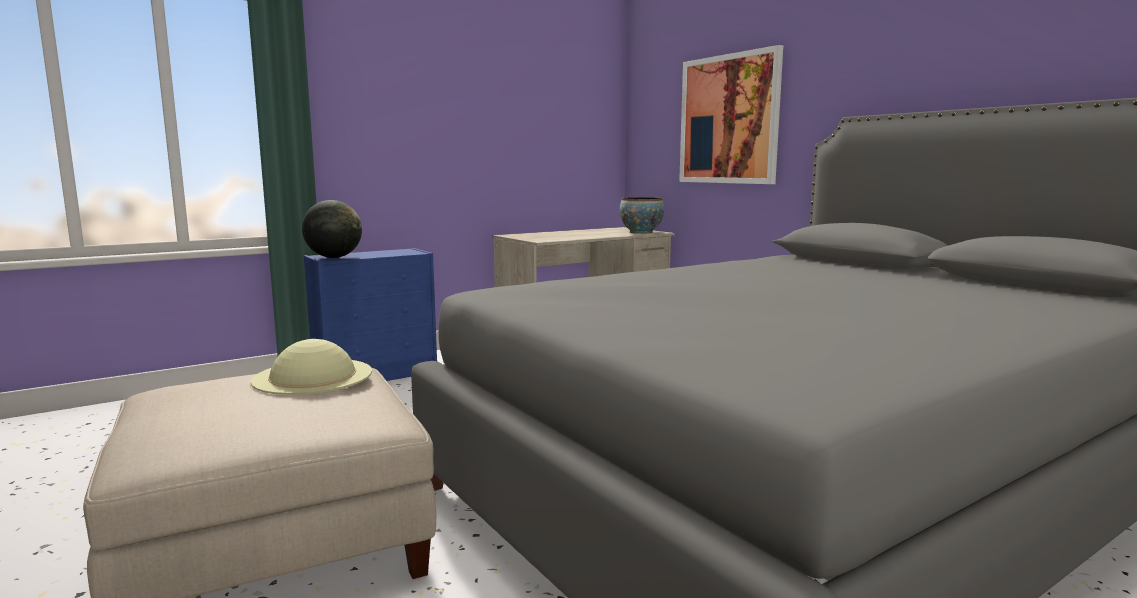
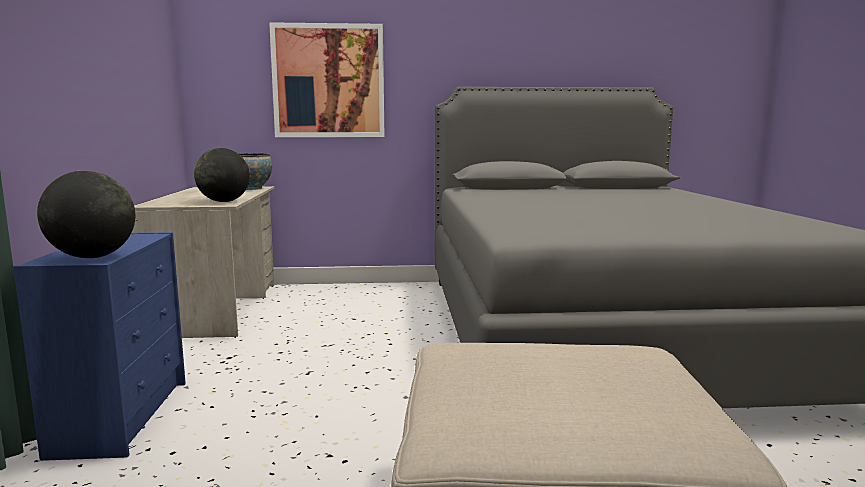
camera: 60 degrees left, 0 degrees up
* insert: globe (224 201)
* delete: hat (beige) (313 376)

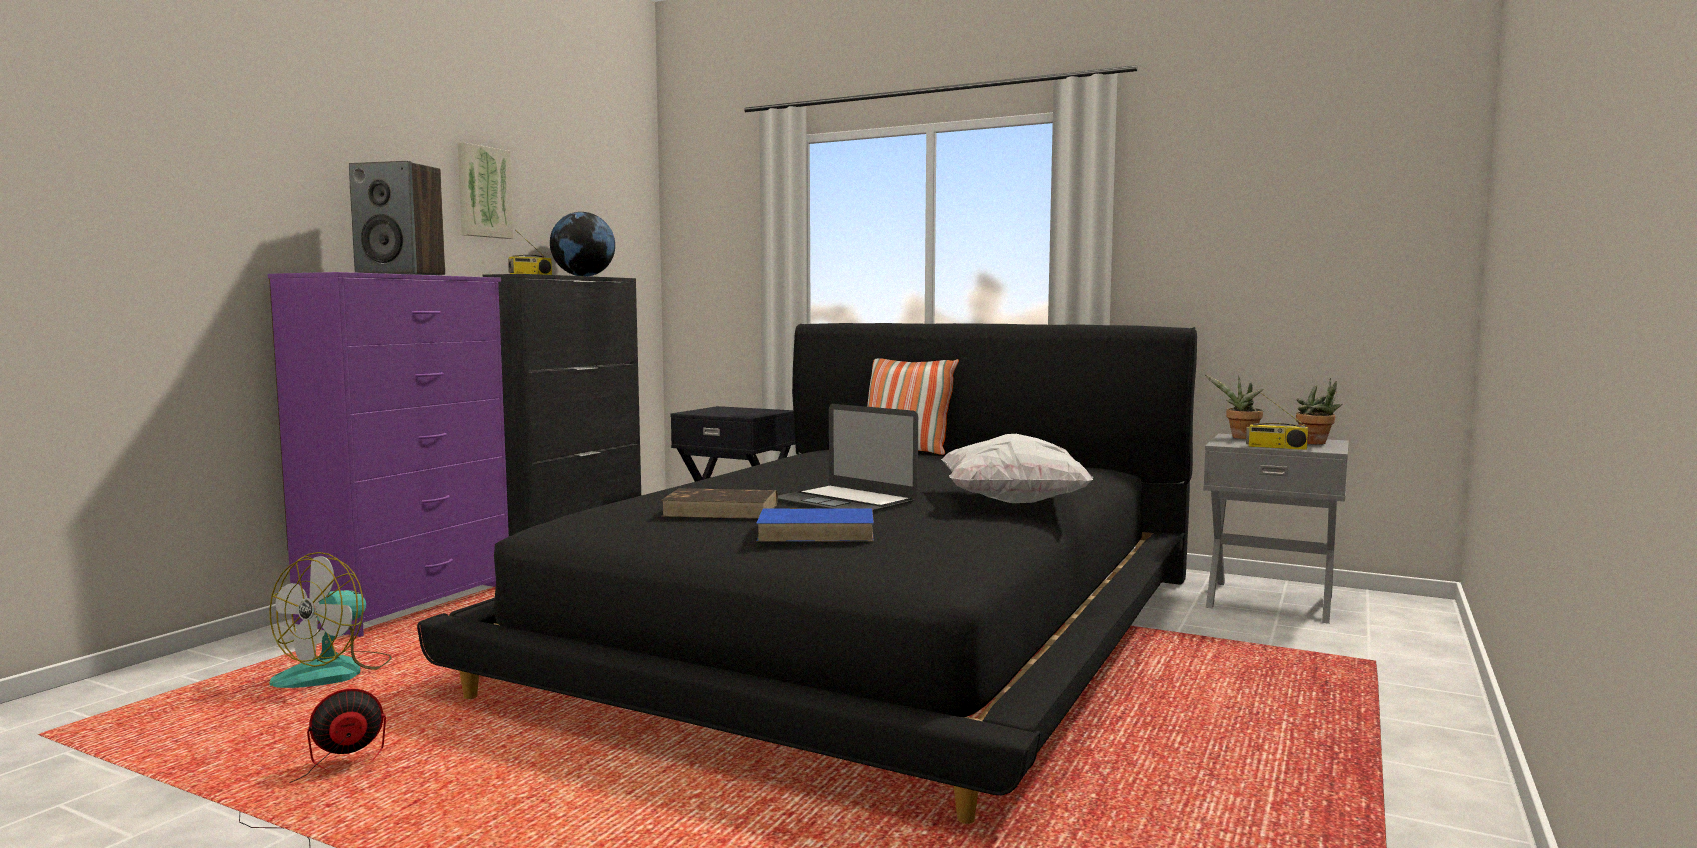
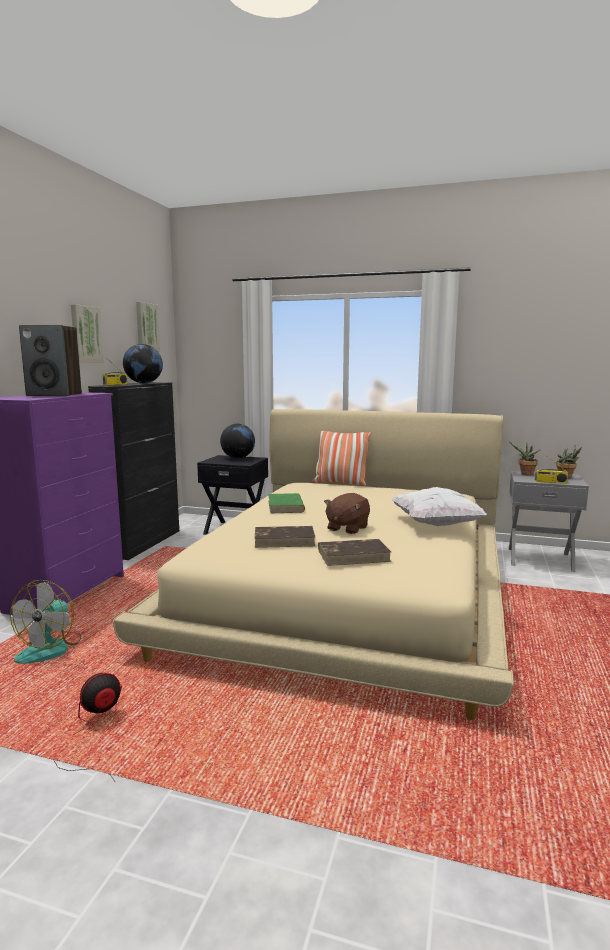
camera: 10 degrees left, 5 degrees up
* recolor: bed (black) (873 626) to bed (beige) (349 590)
* insert: picture (146 327)
* insert: globe (238 458)
* insert: book (green) (286 506)
* recolor: book (blue) (817 532) to book (brown) (354 555)
* replace: laptop (845 500) to plush toy (brown) (347 528)

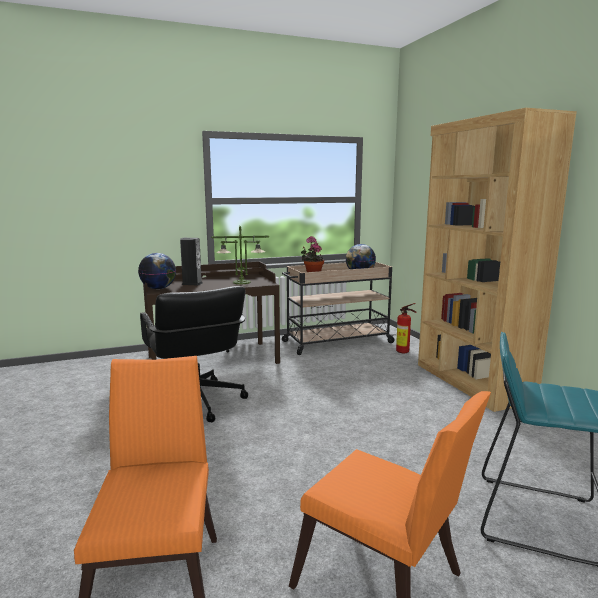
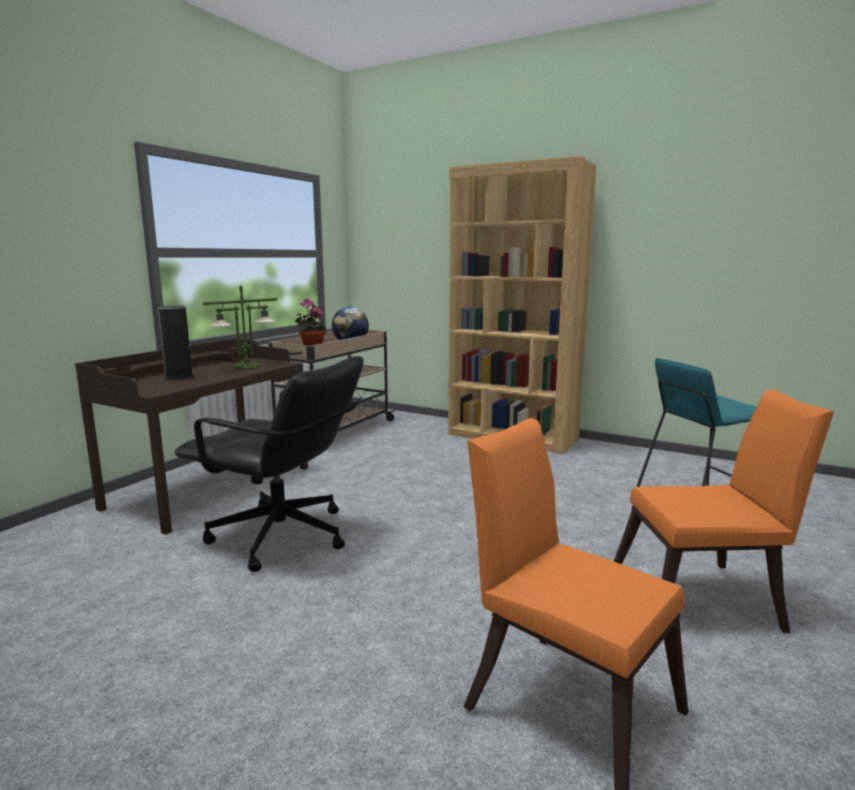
camera: 40 degrees left, 0 degrees up
* delete: globe (158 288)
* delete: fire extinguisher (404 352)

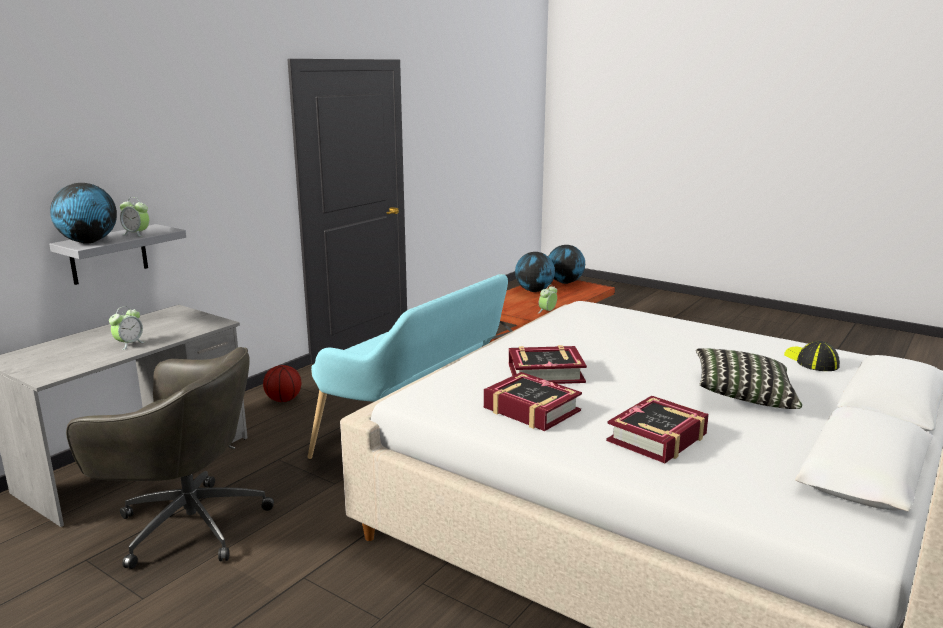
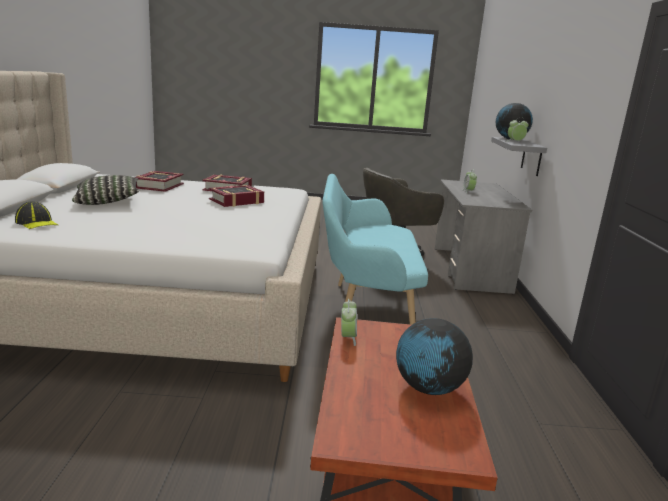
camera: 145 degrees right, 0 degrees up
* delete: basketball (283 400)
* delete: globe (565 282)

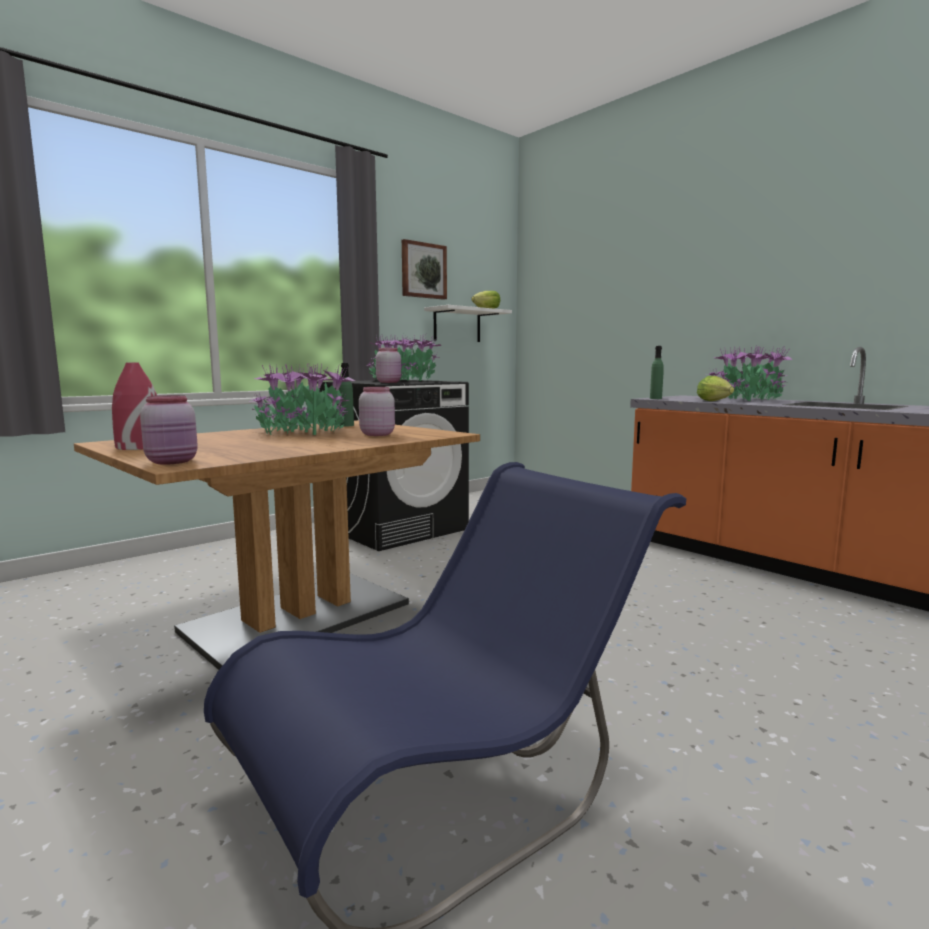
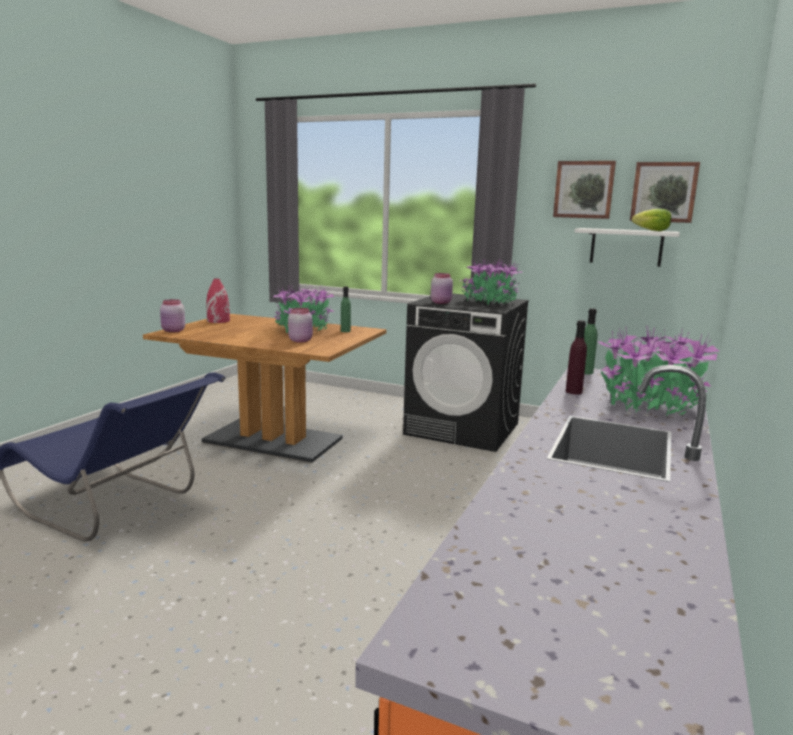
camera: 65 degrees right, 5 degrees up
* replace: lettuce (715 401) to bottle (purple) (573 392)
* insert: picture (664 192)

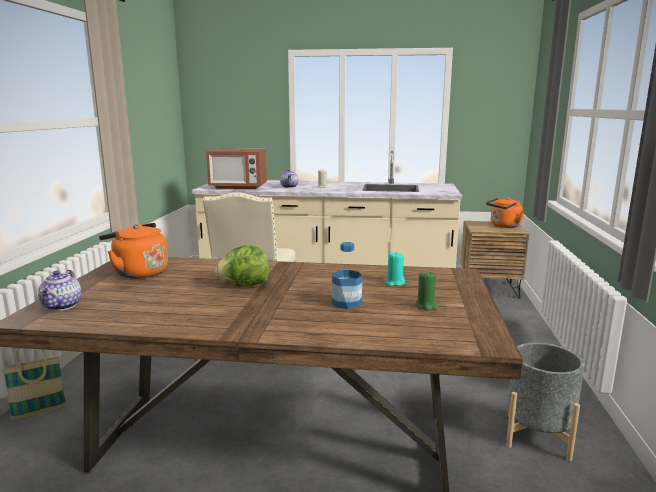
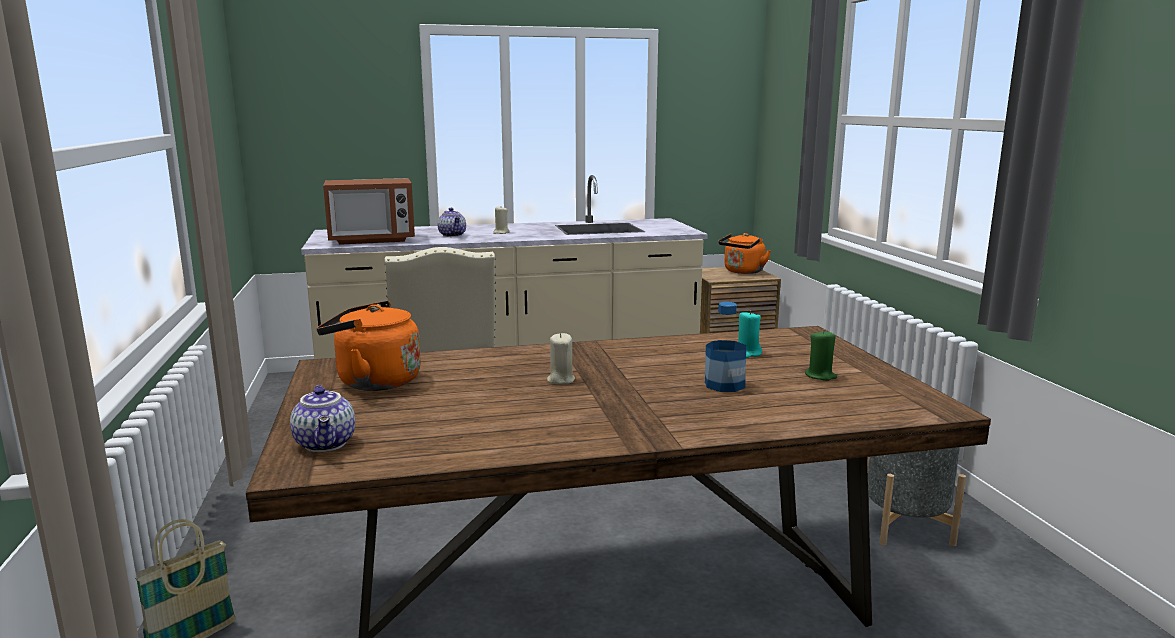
camera: 20 degrees left, 0 degrees up
* replace: lettuce (244 285) to candle (beige) (560 380)

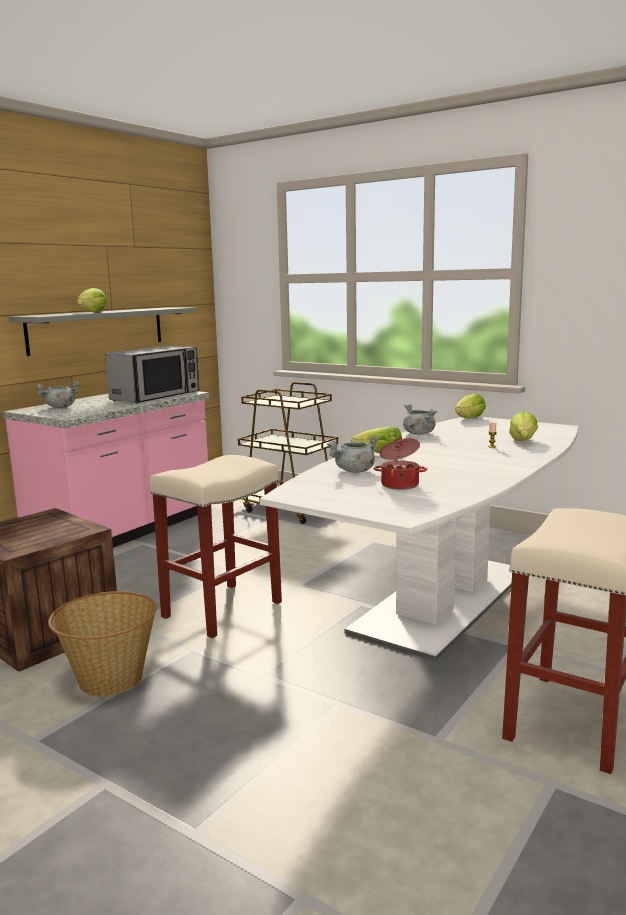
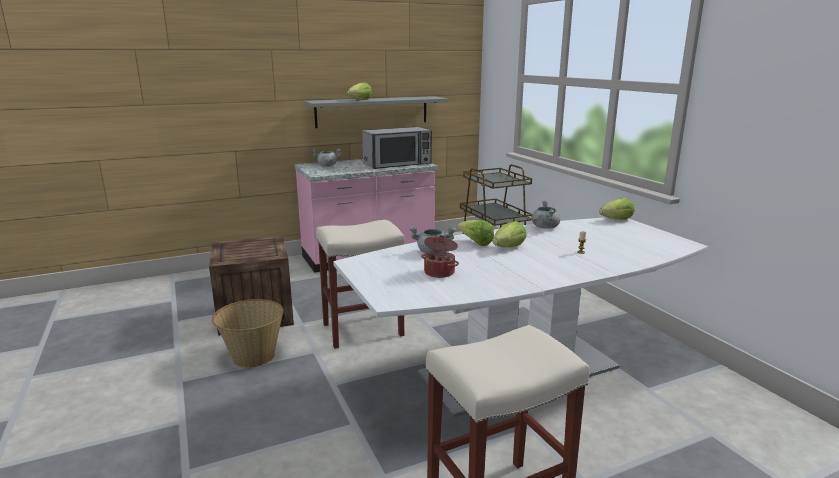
camera: 30 degrees right, 5 degrees up
* move: lettuce (523 441) to (509 248)

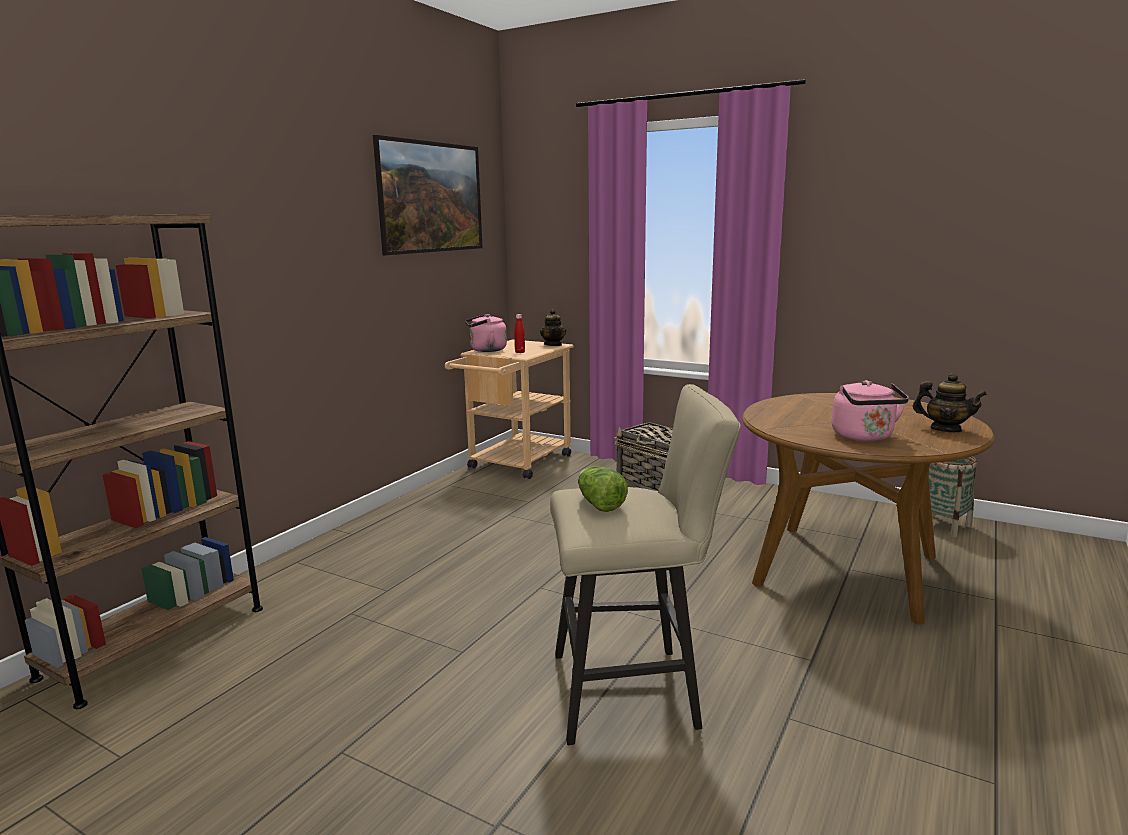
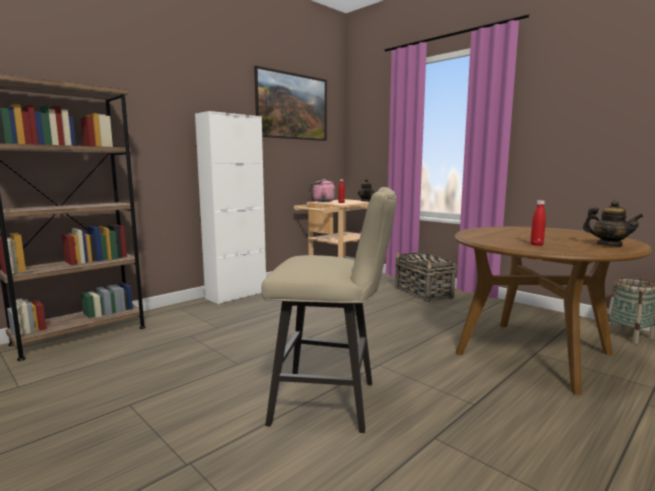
camera: 15 degrees right, 5 degrees down
* insert: cabinet (white) (236 295)
* replace: kettle (pink) (864 437) to bottle (red) (536 245)
* delete: lettuce (599 503)

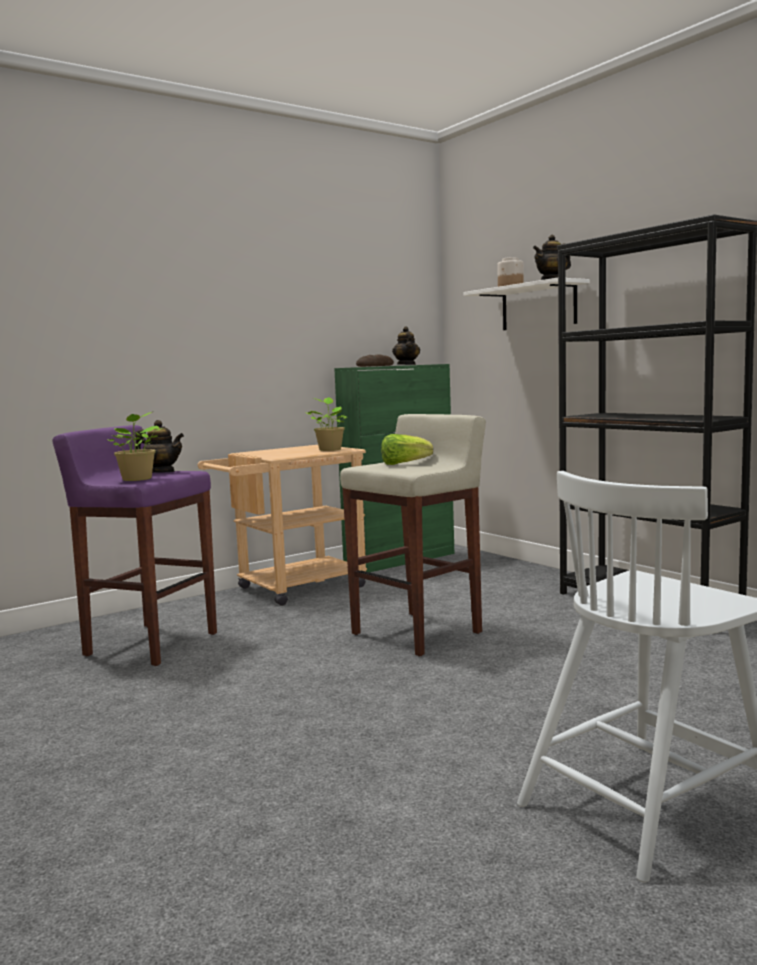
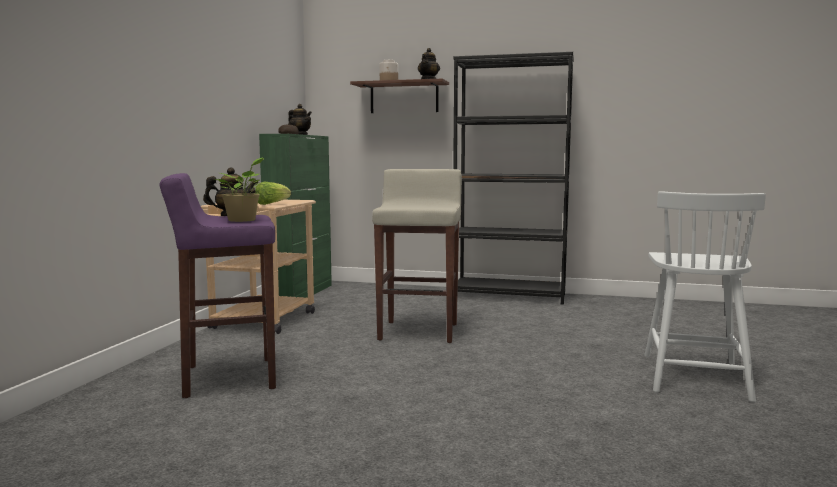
camera: 40 degrees left, 0 degrees up
* move: lettuce (404 464) to (271 204)
* recolor: shelf (white) (538 306) to shelf (brown) (404 98)
* delete: potted plant (330 449)

